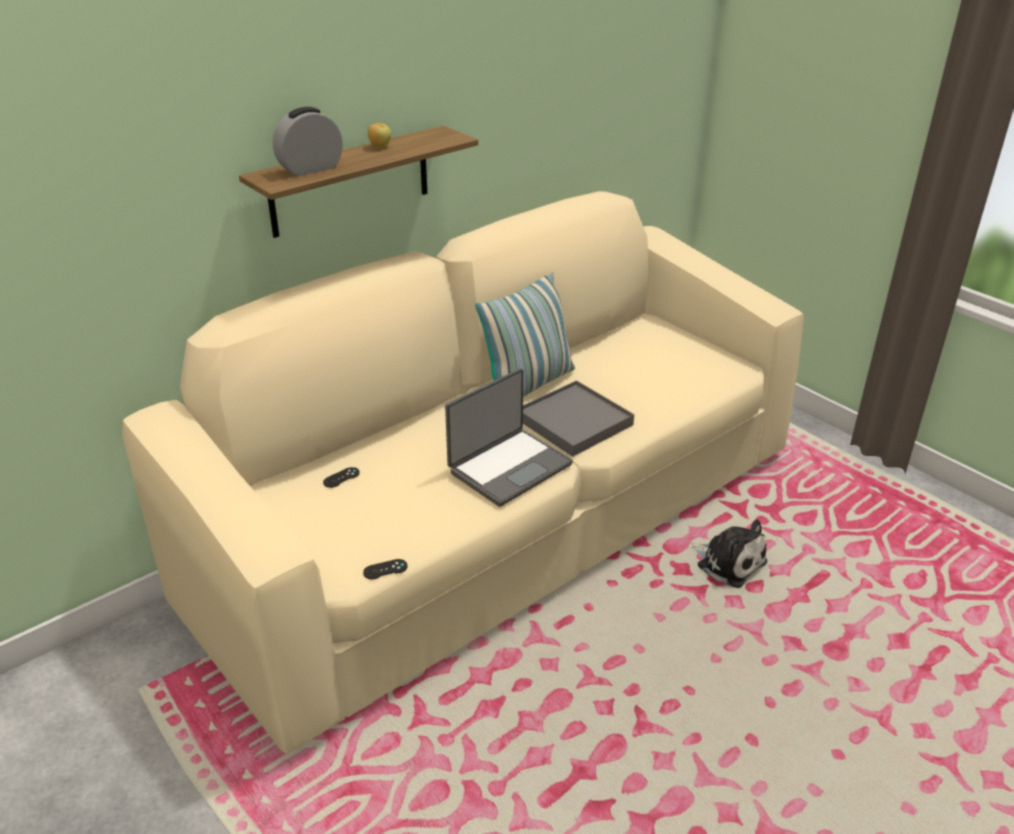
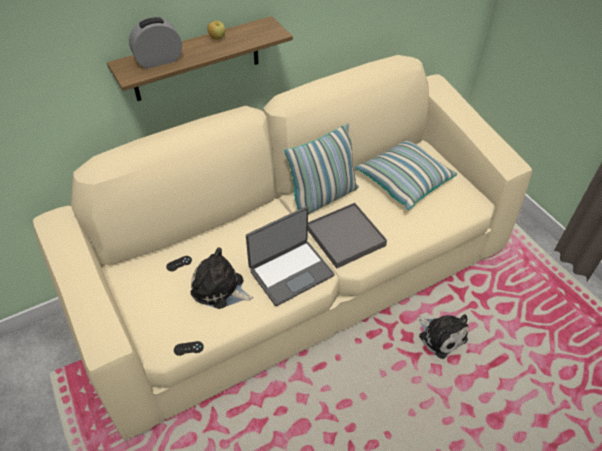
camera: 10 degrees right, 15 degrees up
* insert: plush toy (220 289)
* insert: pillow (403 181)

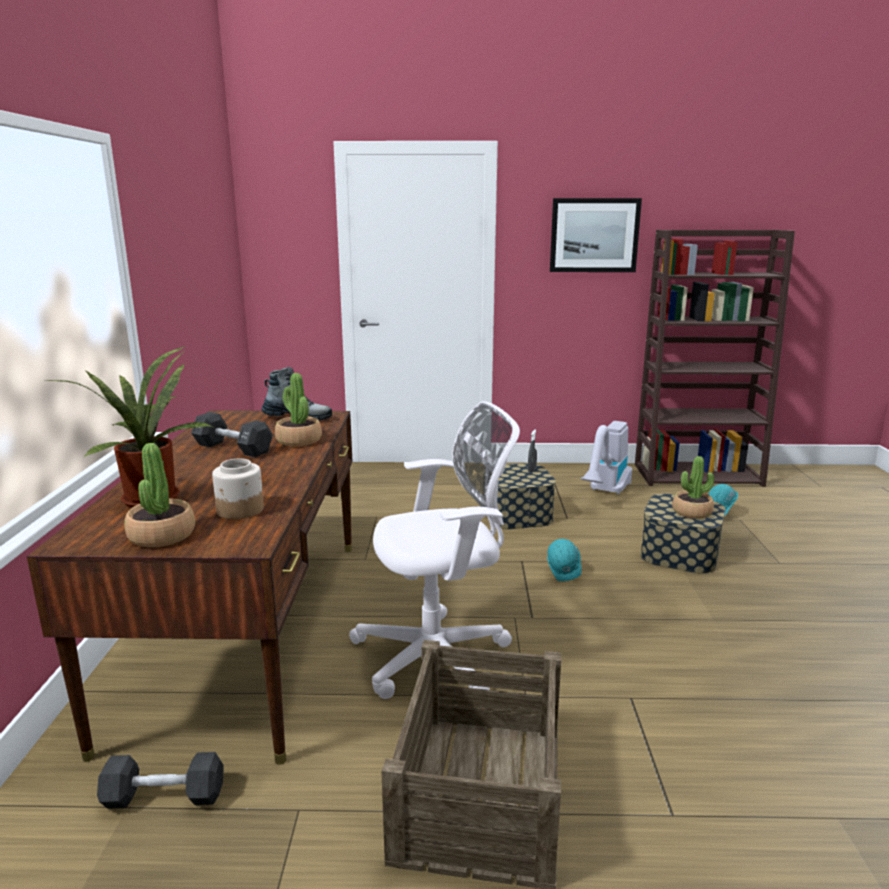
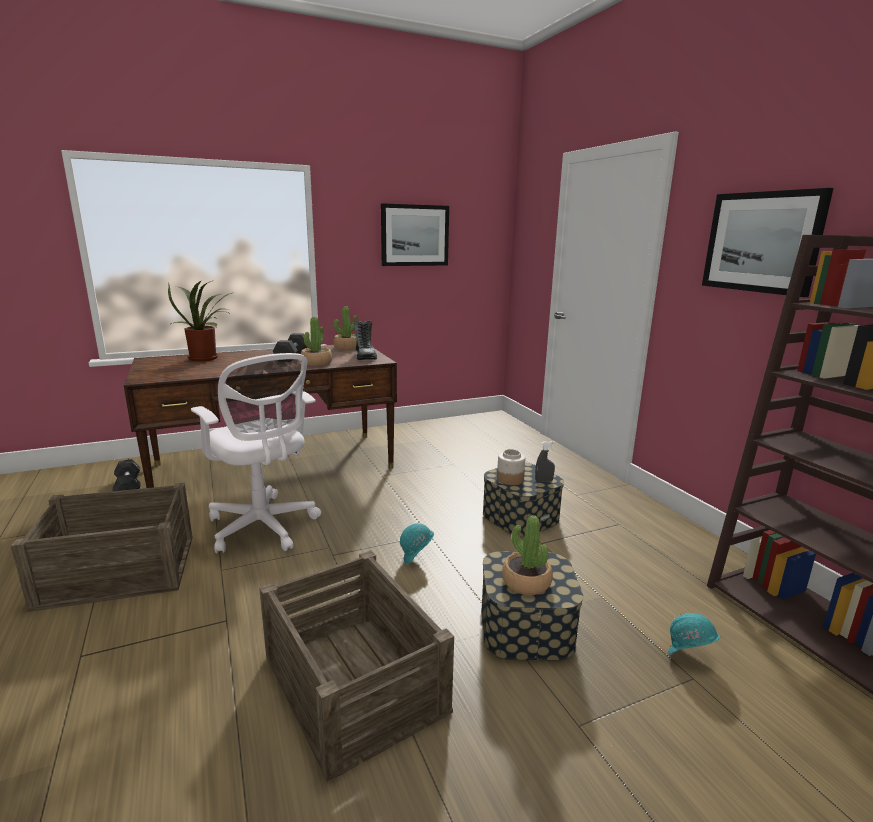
camera: 65 degrees right, 0 degrees up
* insert: crate (353 684)
* move: potted plant (161 535) to (347 347)
* insert: picture (414 235)
* move: jar (240 510) to (510 479)
* delete: vacuum cleaner (605 492)

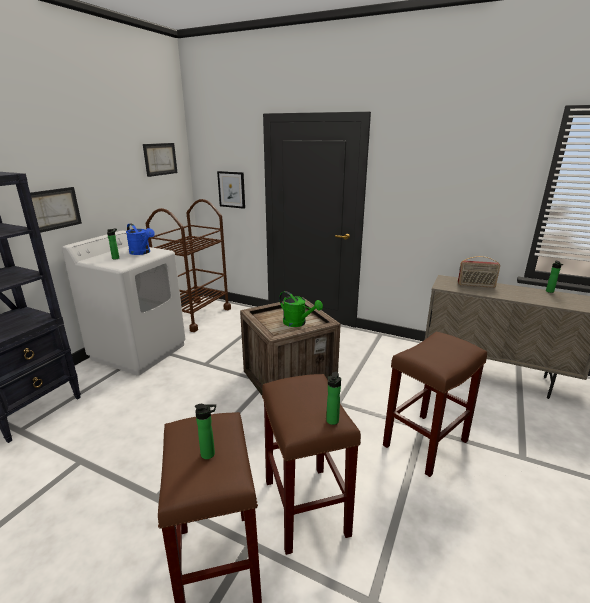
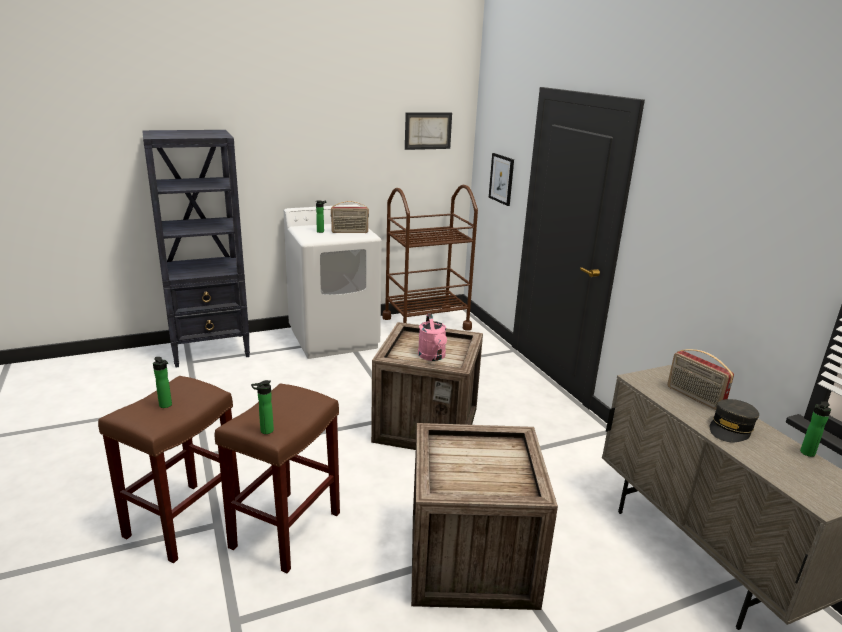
camera: 40 degrees right, 0 degrees up
* replace: watering can (blue) (142 253) to radio (349 232)
* replace: stool (brown) (425 444) to crate (469 560)
* recolor: watering can (green) (298 323) to watering can (pink) (433 357)
* insert: cap (grey) (731 428)
* delete: picture (52 209)

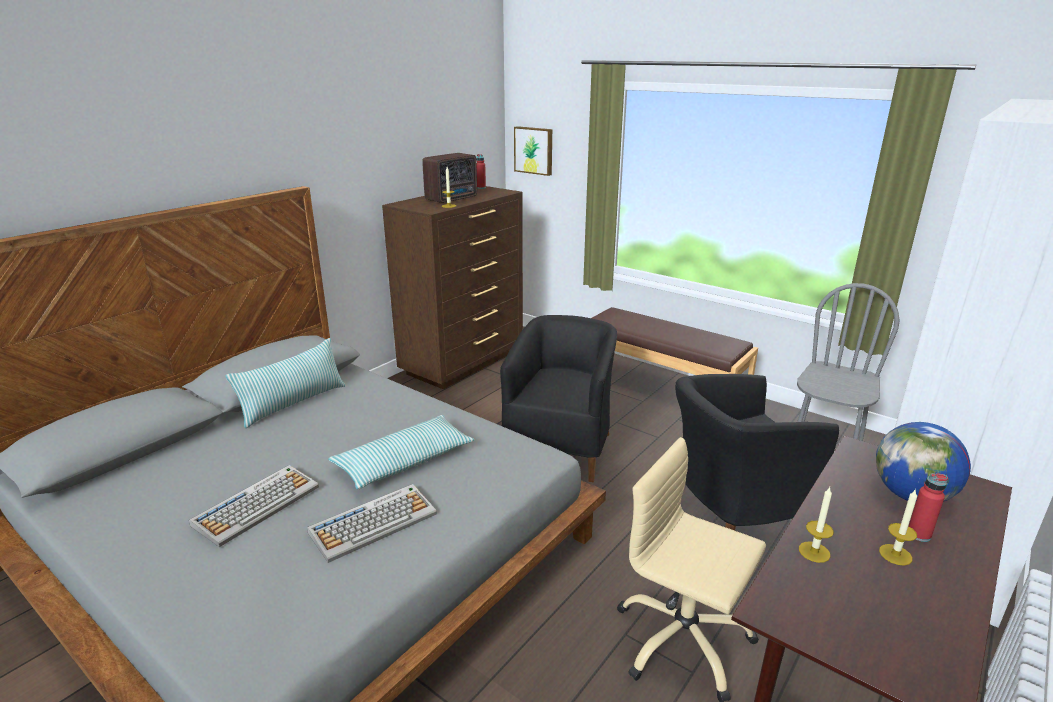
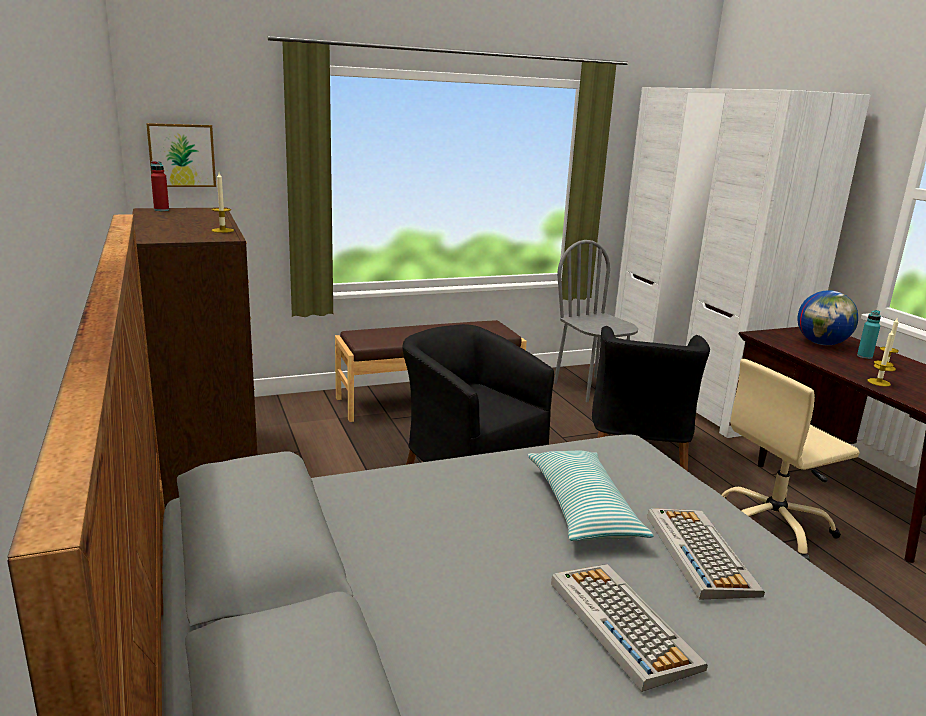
camera: 60 degrees left, 5 degrees down
* recolor: bottle (red) (918 534) to bottle (turquoise) (864 356)
* delete: pillow (293 403)
* delete: radio (453 199)

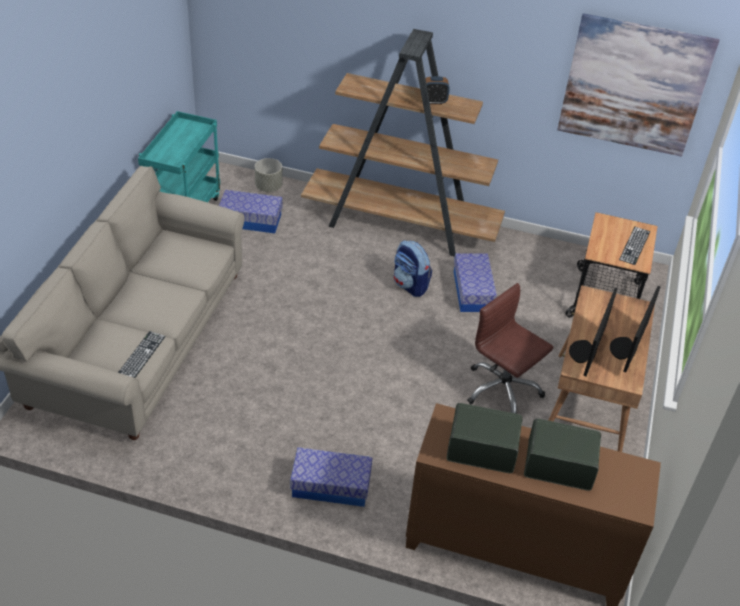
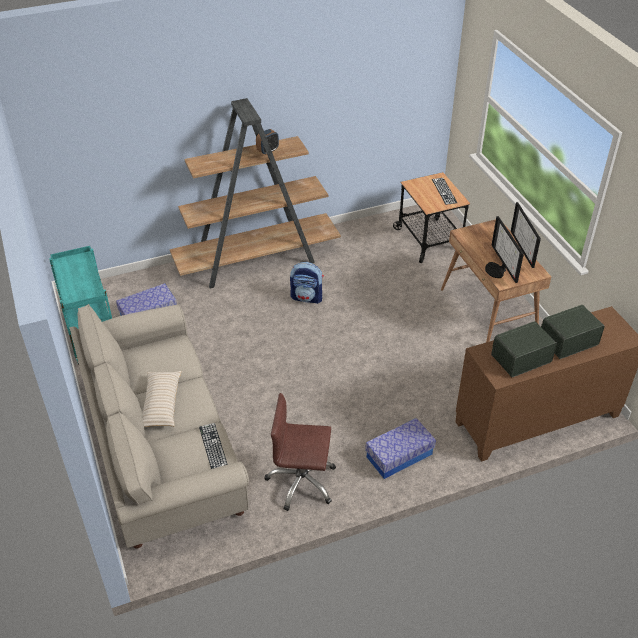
camera: 35 degrees left, 0 degrees up
* insert: pillow (beige) (161 404)
* move: office chair (brown) (502 390) to (301 482)
* delete: planter (grey) (269 187)
* delete: storage box (472 291)
* delete: picture (634 85)

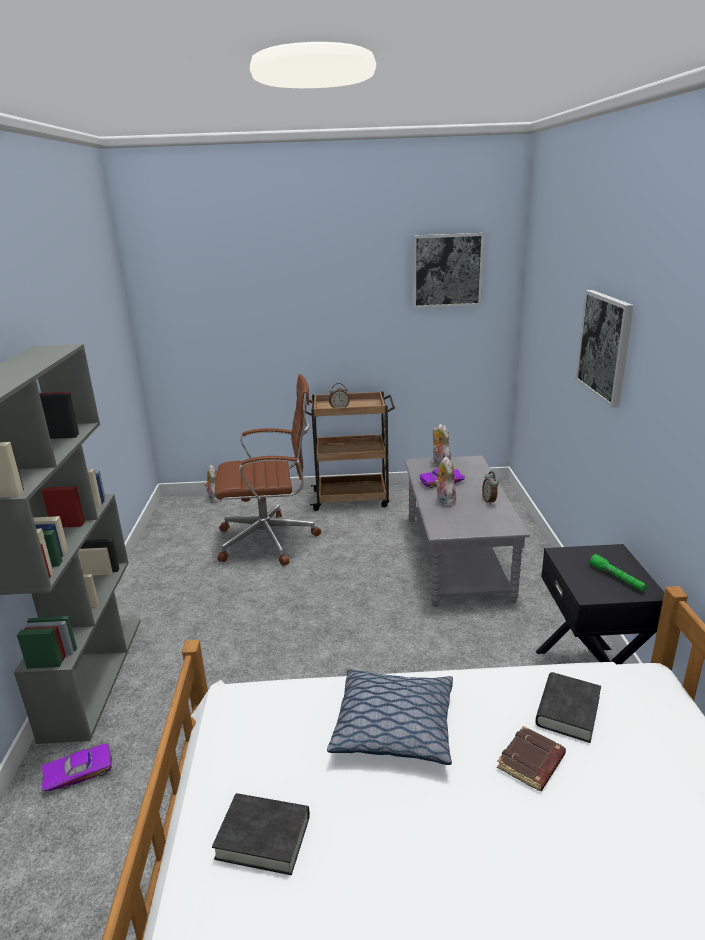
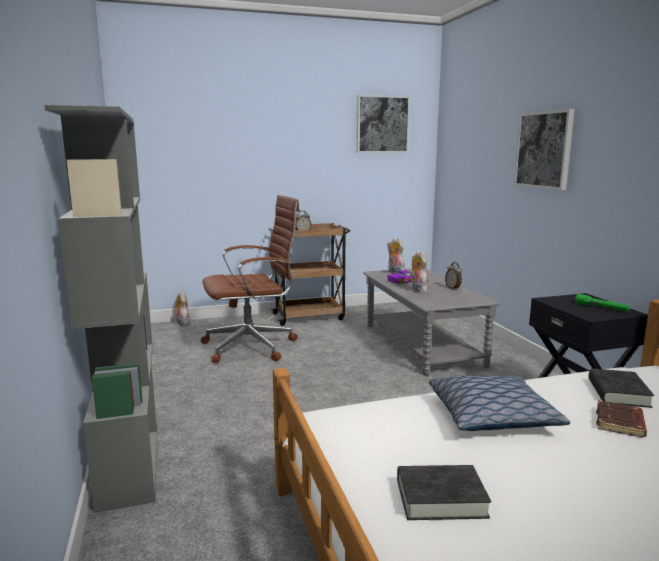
camera: 15 degrees left, 10 degrees down
* delete: toy car (purple) (78 771)

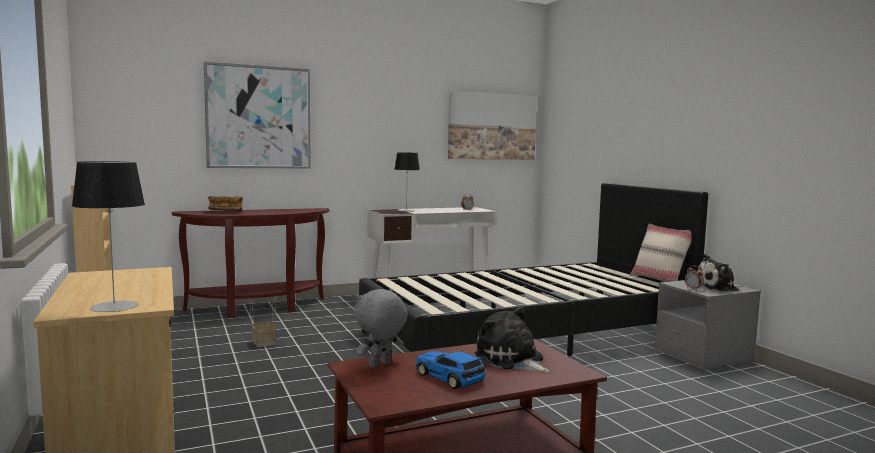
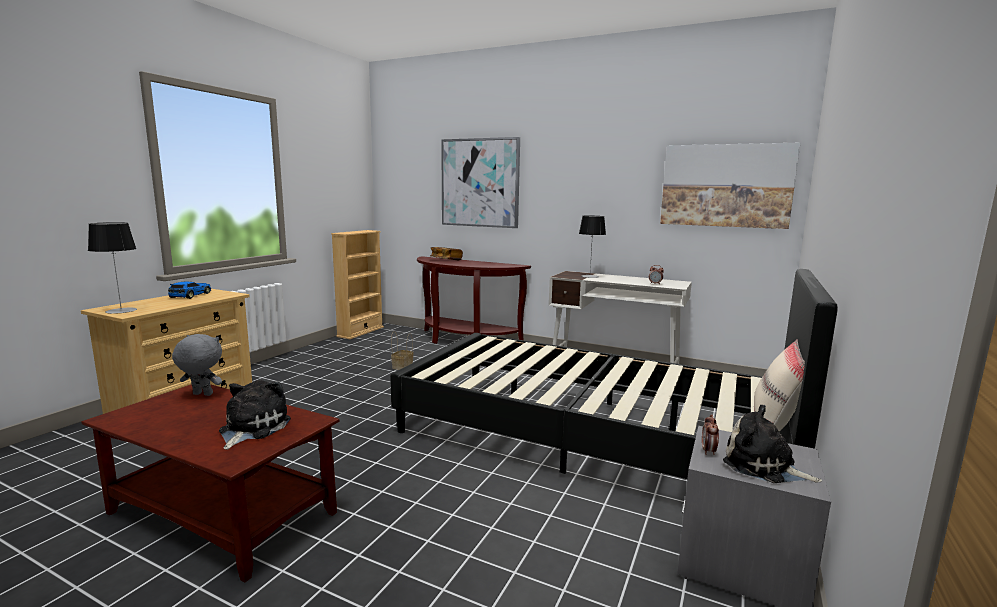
camera: 50 degrees right, 5 degrees up
* move: toy car (450 378) to (190 295)

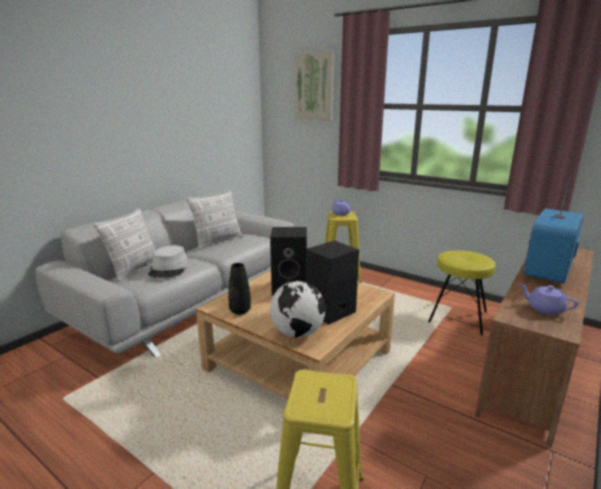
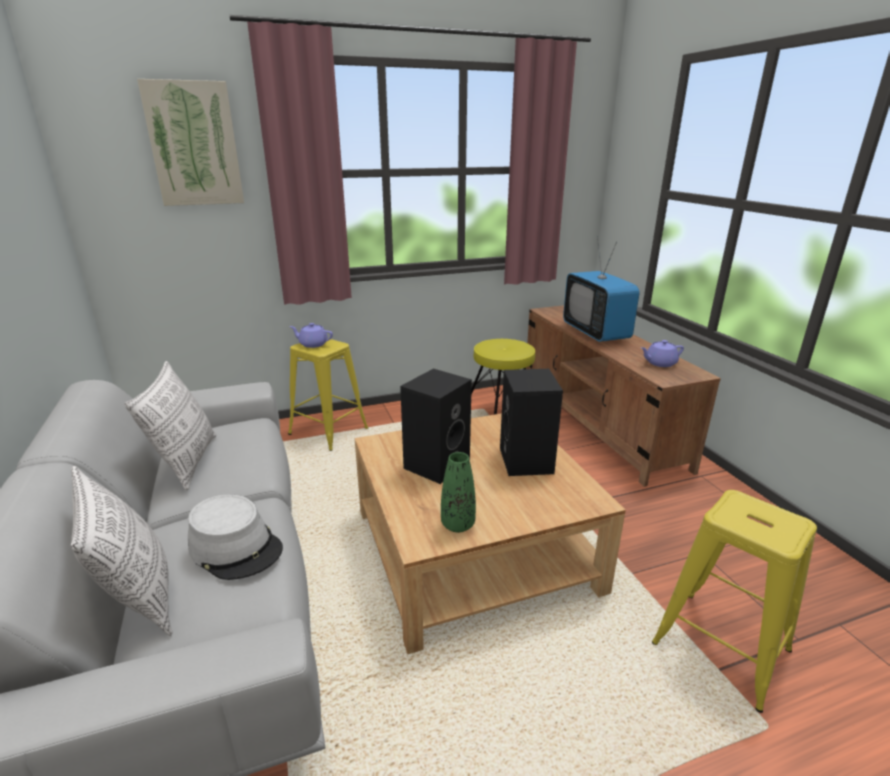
camera: 55 degrees left, 5 degrees up
* recolor: vase (black) (240 311) to vase (green) (457 525)
* delete: globe (297 333)

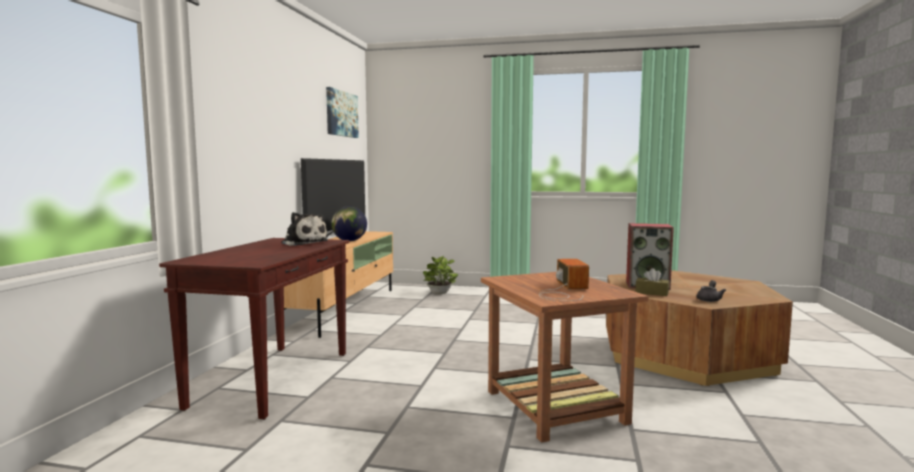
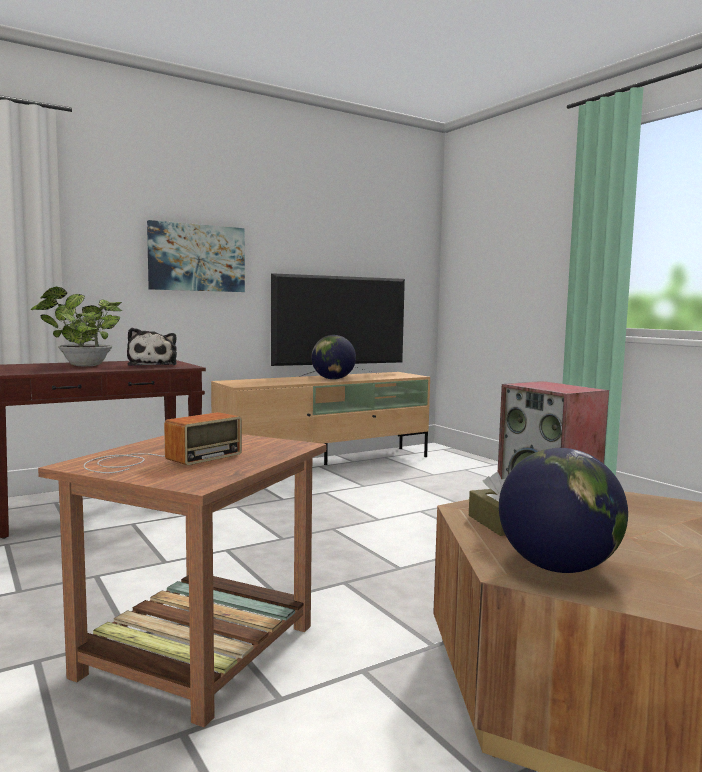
camera: 45 degrees right, 0 degrees up
* move: potted plant (440 293) to (82 365)
* move: picture (341 114) to (197 258)
* replace: teapot (grey) (709 299) to globe (558 567)

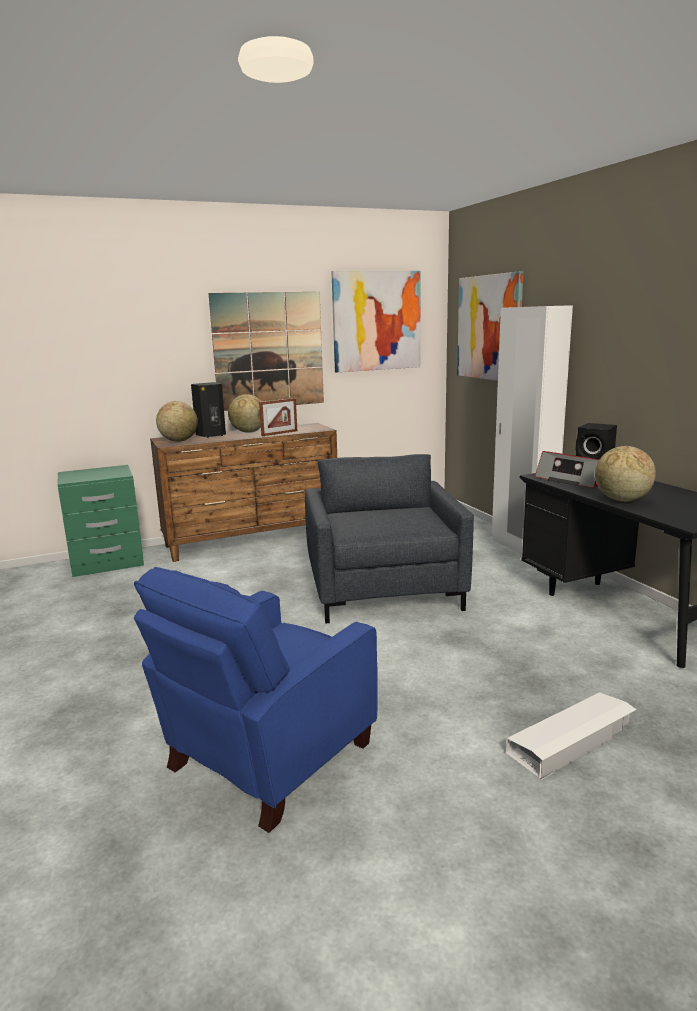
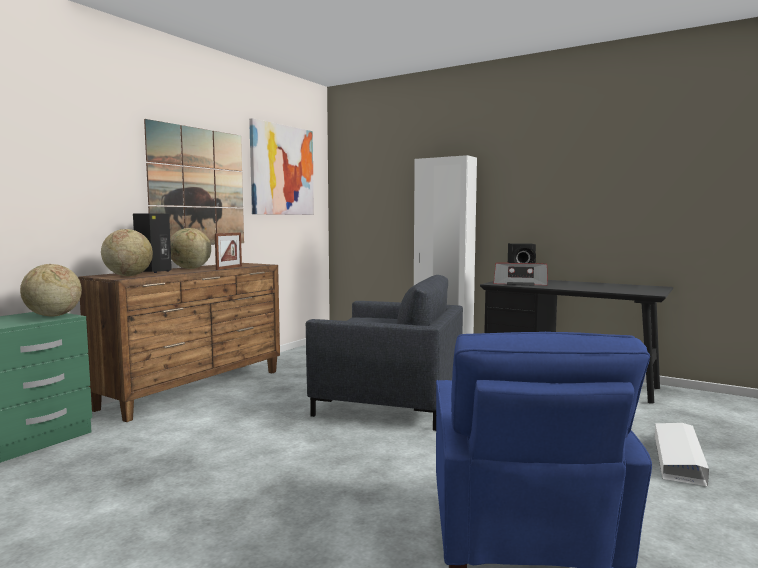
camera: 35 degrees left, 10 degrees down
* move: globe (621 500) to (53 316)
* rotate: armchair (grey) (384 590) = (390 401) 150 degrees clockwise
* delete: picture (489 328)

